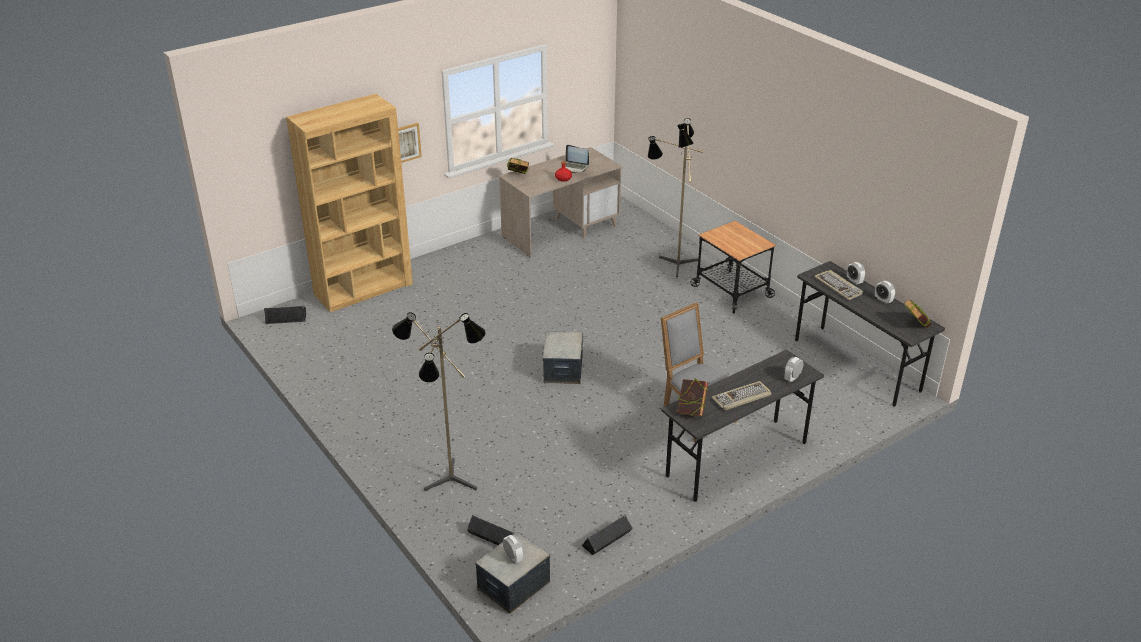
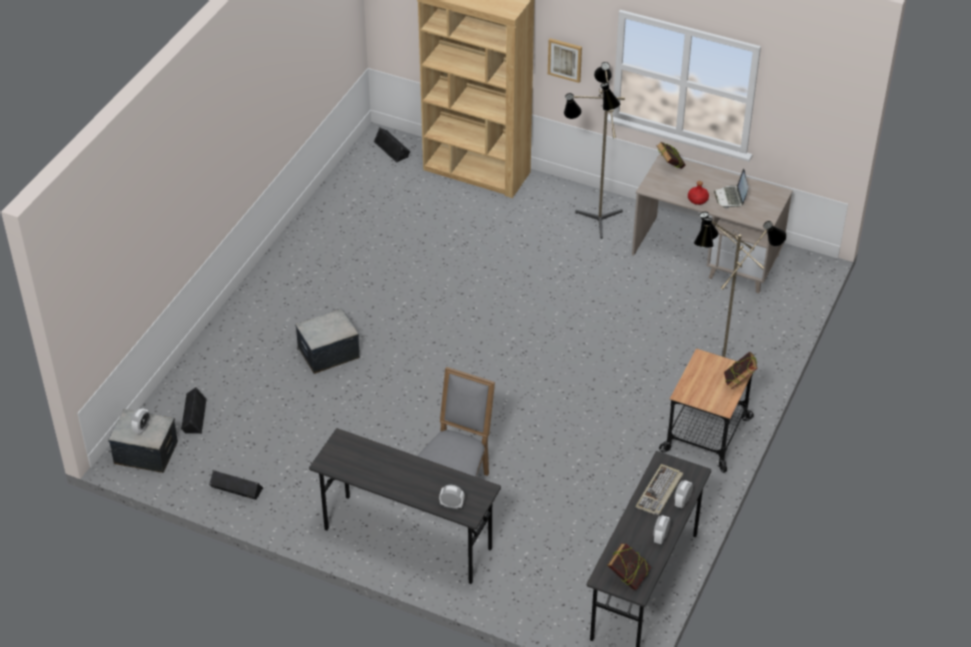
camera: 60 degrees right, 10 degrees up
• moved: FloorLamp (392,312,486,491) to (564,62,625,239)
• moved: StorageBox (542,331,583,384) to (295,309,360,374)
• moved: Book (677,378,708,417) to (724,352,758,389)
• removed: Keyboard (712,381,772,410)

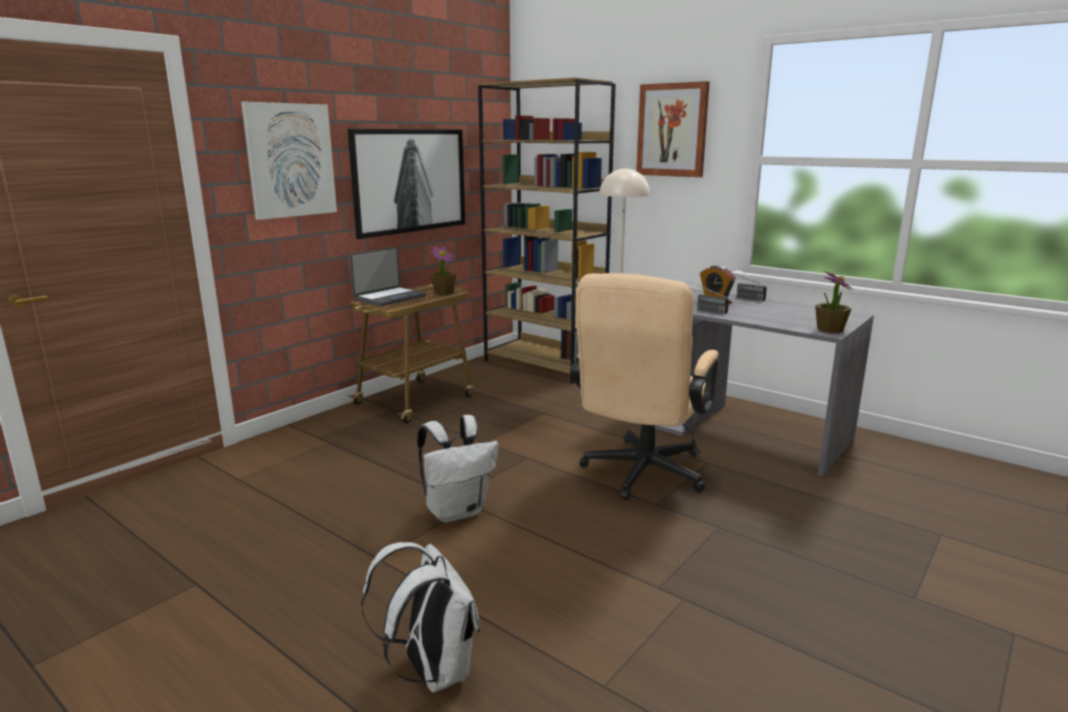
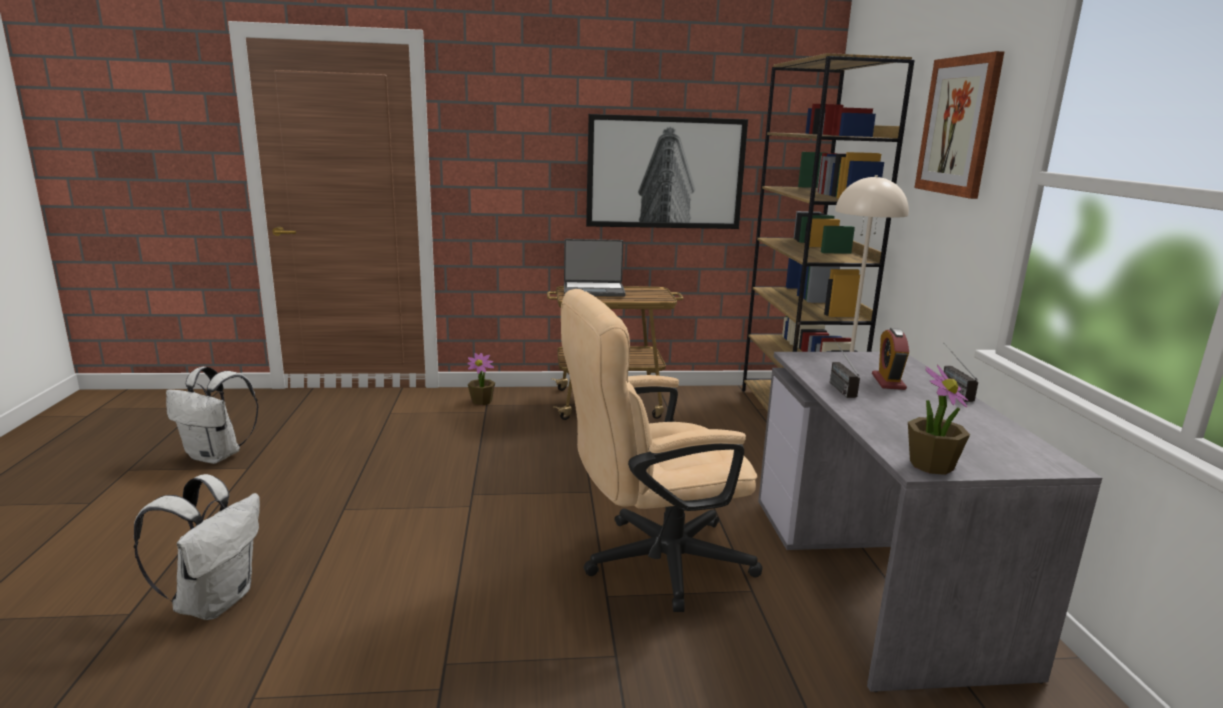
camera: 45 degrees right, 0 degrees up
• removed: Picture (241,102,337,220)
• moved: WhiteBackpack (417,415,498,523) to (166,367,258,464)
• moved: PottedPlant (431,246,456,295) to (467,353,495,405)

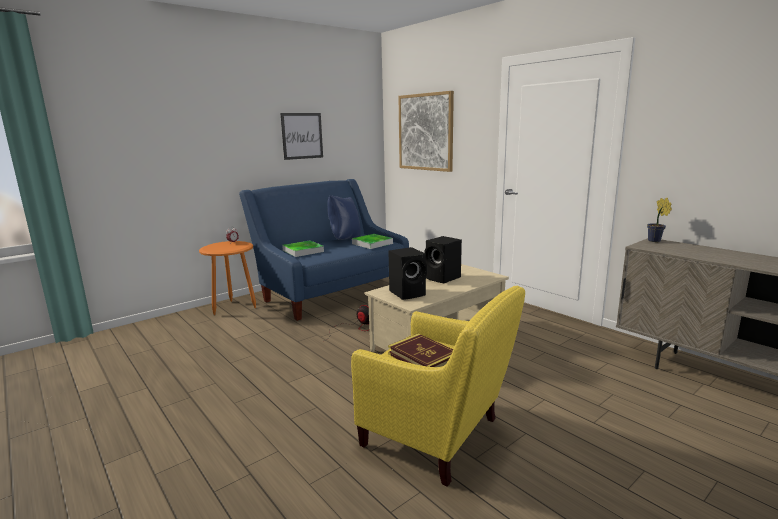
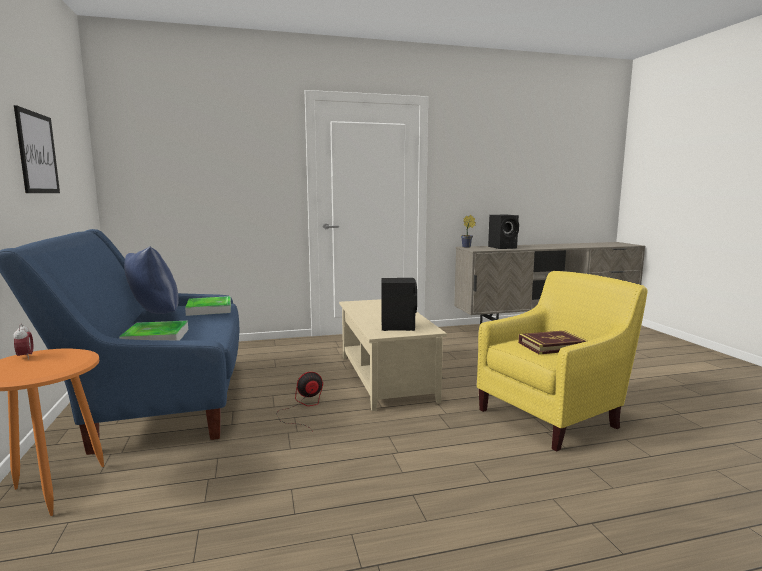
camera: 65 degrees left, 5 degrees down
• removed: Picture (398,91,454,172)
• moved: BlackSpeaker (424,236,462,283) to (488,215,519,249)

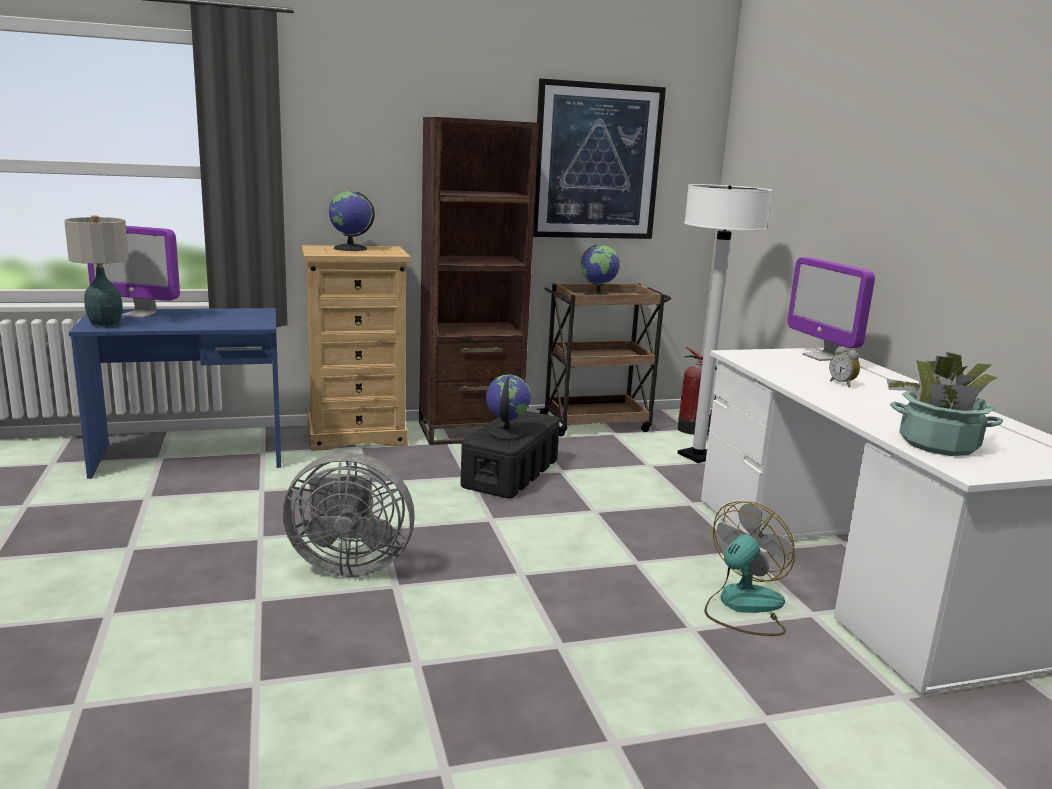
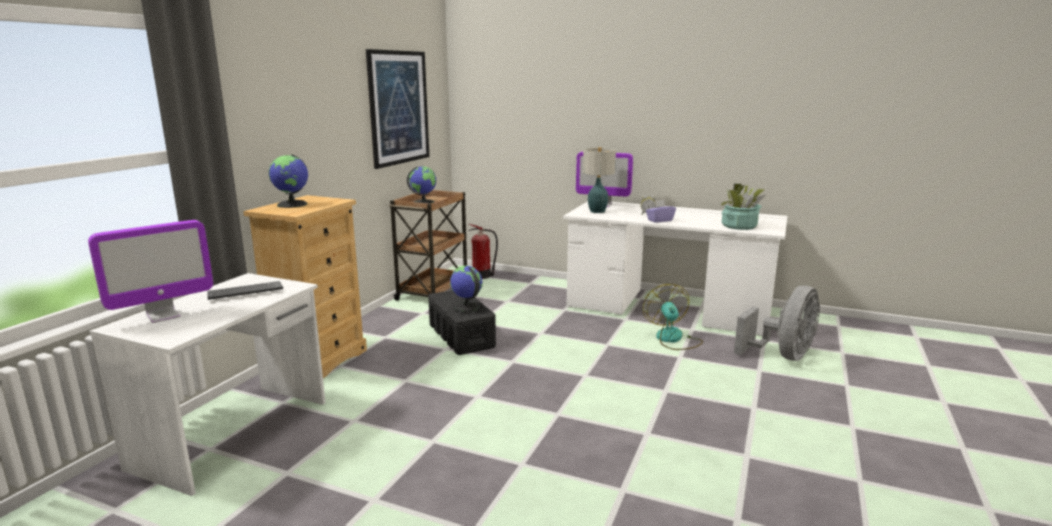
camera: 50 degrees left, 0 degrees up
• moved: TableLamp (64,216,129,328) to (583,147,616,213)
• recoloured: BlueDesk (69,308,281,479) to WhiteDesk (89,273,326,496)
• moved: GreyFan (283,453,415,577) to (734,285,820,361)
• removed: BrownBookcase (419,117,539,445)
• removed: WhiteFloorLamp (678,184,772,463)
• added: Keyboard (207,281,283,300)
• added: PurpleTissueBox (646,200,676,223)

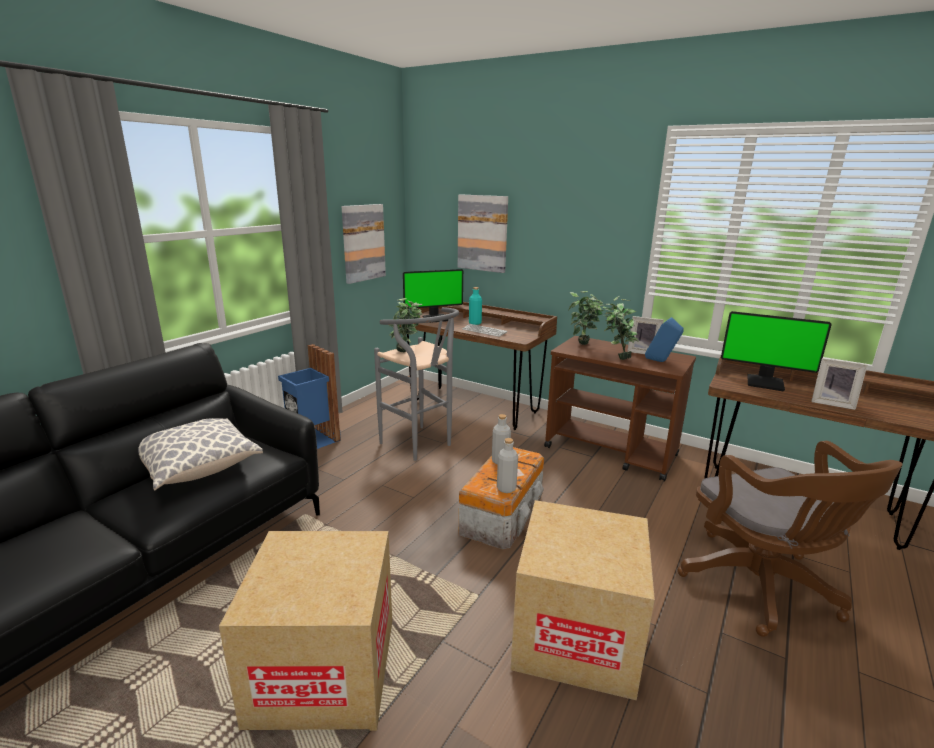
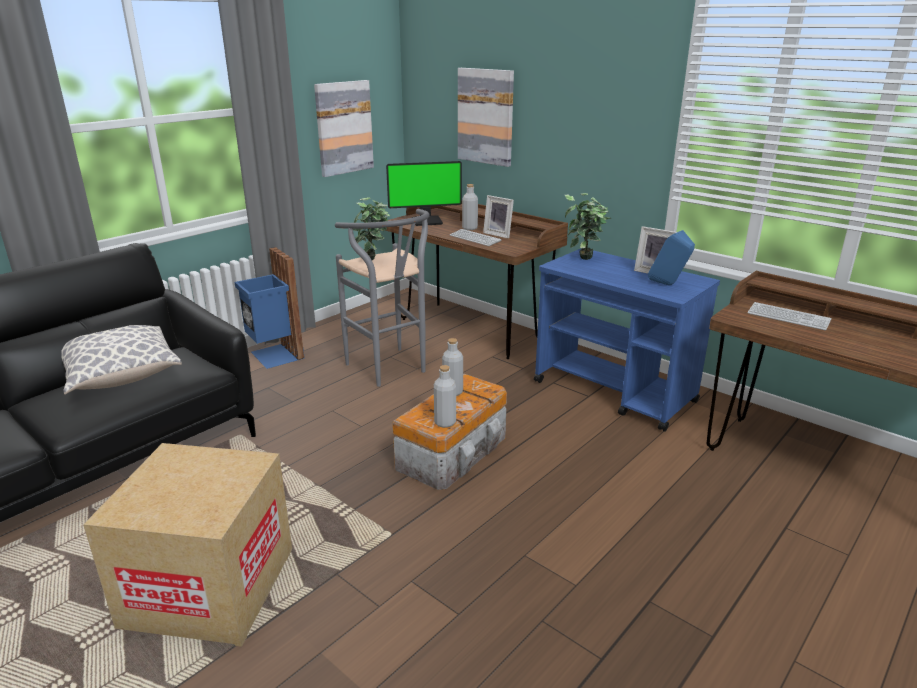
camera: 10 degrees right, 5 degrees up
• recoloured: TurquoiseBottle (469,287,482,325) to GreyBottle (462,184,478,230)
• removed: CardboardBox (511,500,655,700)
• recoloured: BrownCart (544,336,696,482) to BlueCart (534,248,720,432)
• removed: PottedPlant (603,296,639,360)
• removed: BrownOfficeChair (677,441,903,637)
• replaced: Monitor (721,311,832,391) to Keyboard (748,302,832,330)
• moved: PictureFrame (811,358,867,410) to (483,195,514,239)

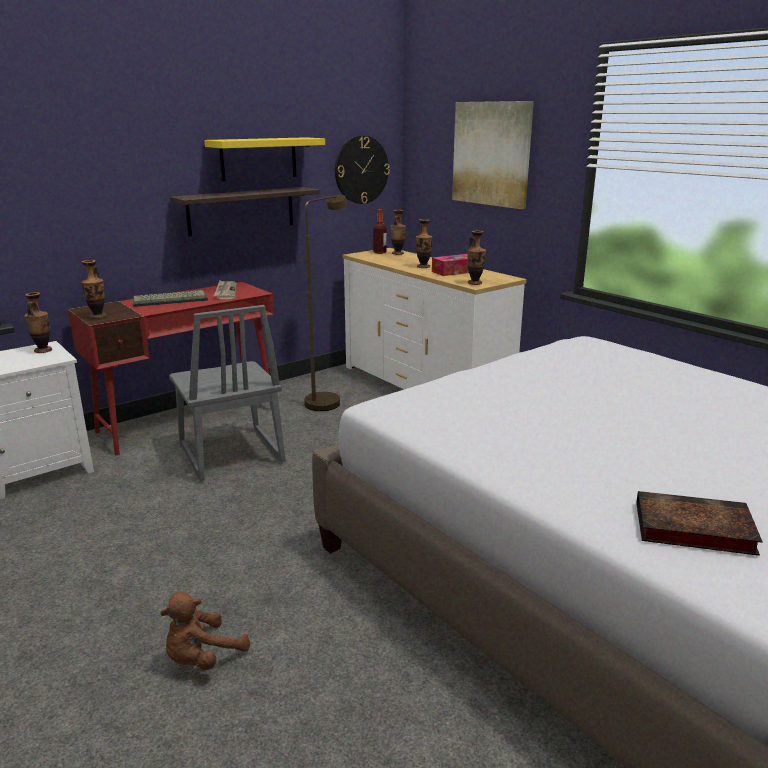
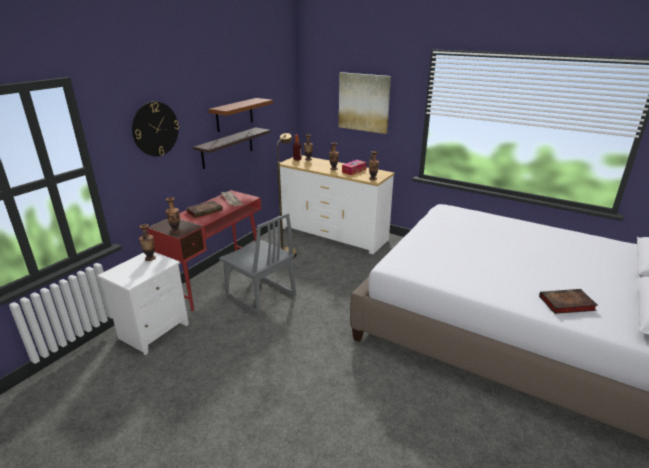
camera: 20 degrees left, 5 degrees up
• replaced: Keyboard (132,290,208,307) to Book (186,201,223,218)
• removed: BrownPlushToy (160,591,250,670)
• recoloured: YellowShelf (204,137,325,182) to BrownShelf (208,98,273,132)
• moved: WallClock (335,136,390,204) to (132,101,179,156)

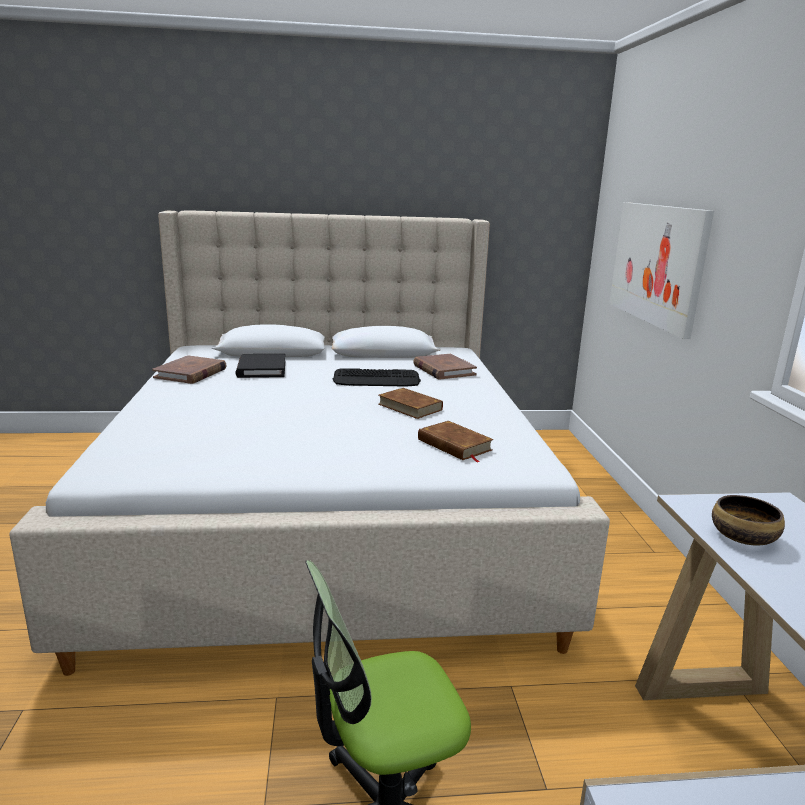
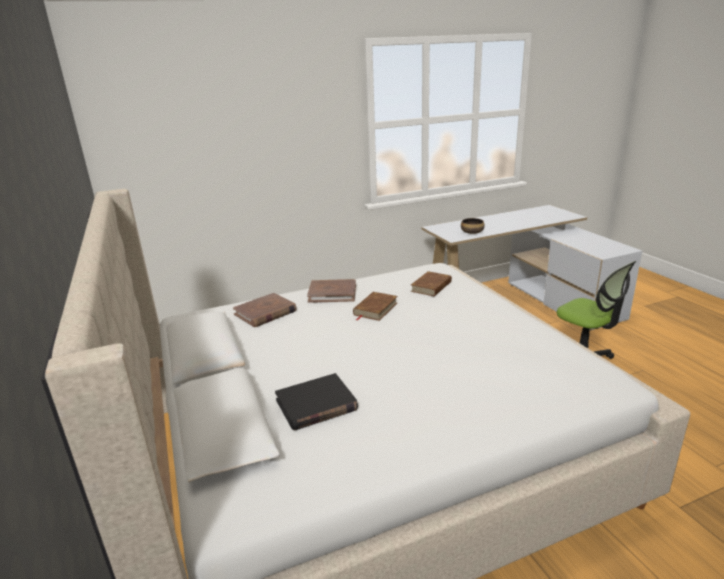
camera: 105 degrees left, 5 degrees up
• moved: BrownBook (152,355,226,384) to (307,279,356,303)
• removed: Keyboard (332,369,421,387)
• removed: Picture (609,202,714,339)

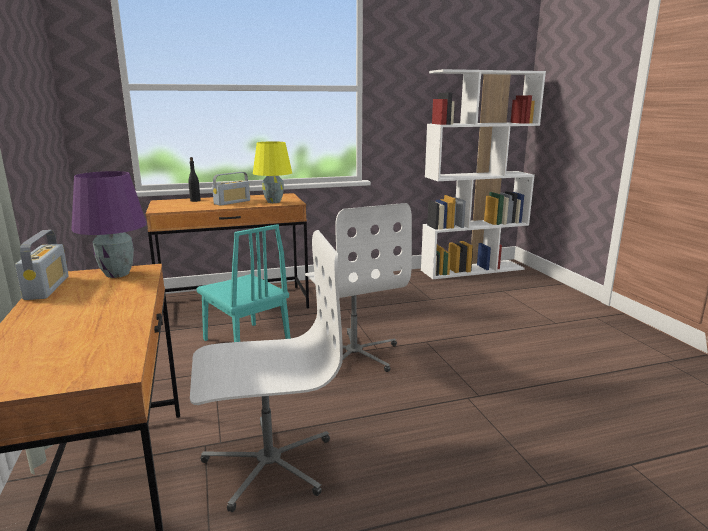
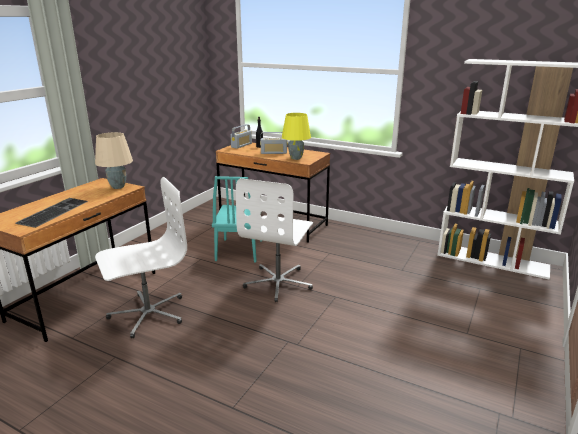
camera: 45 degrees right, 5 degrees up
• moved: Radio (15,230,69,300) to (230,124,252,149)
• recoloured: PurpleTableLamp (71,171,147,278) to BeigeTableLamp (95,132,133,189)
• turned: WhiteOfficeChair (190,230,343,512) = (95,177,187,338) 60 degrees counterclockwise
• added: Keyboard (16,198,88,228)

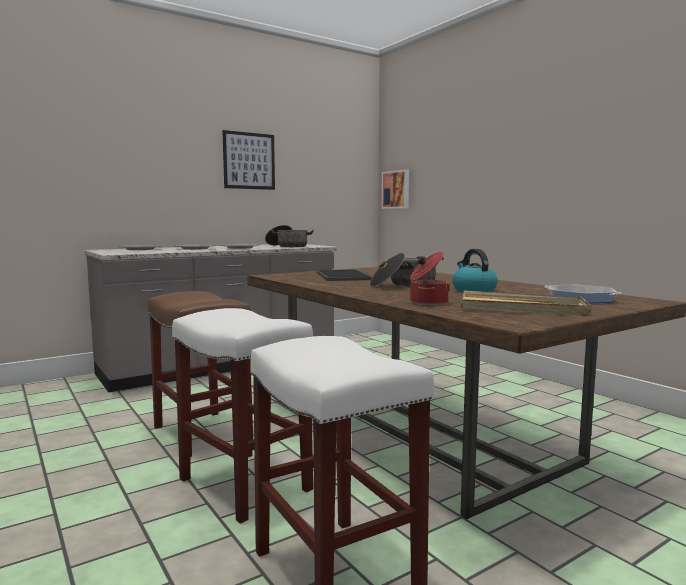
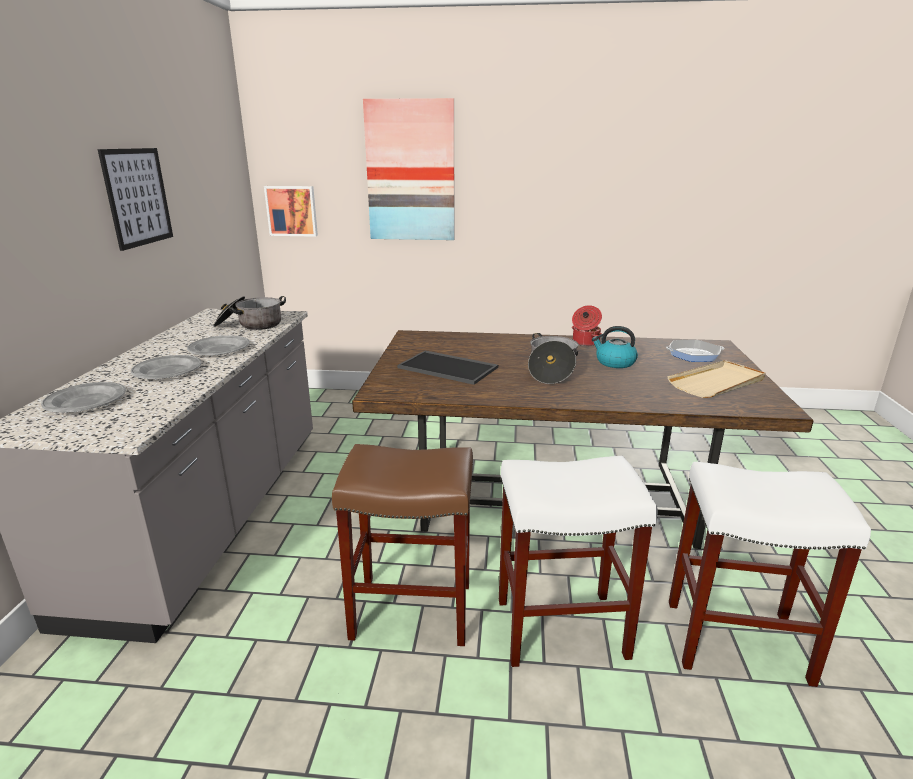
camera: 50 degrees left, 15 degrees up
• moved: CookingPot (410,252,450,305) to (572,306,602,346)
• added: Picture (363,98,454,240)

